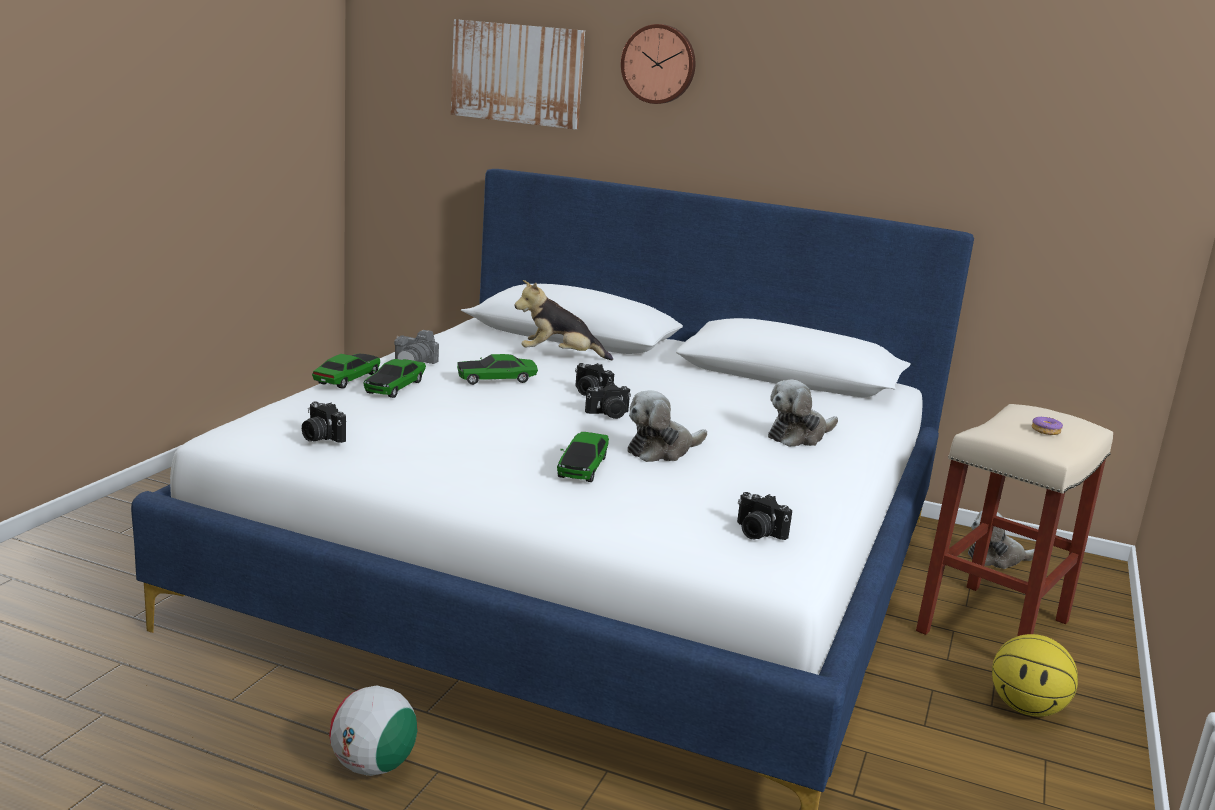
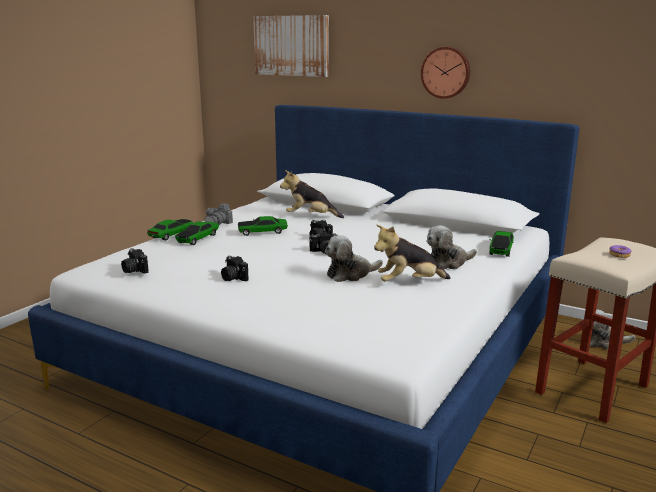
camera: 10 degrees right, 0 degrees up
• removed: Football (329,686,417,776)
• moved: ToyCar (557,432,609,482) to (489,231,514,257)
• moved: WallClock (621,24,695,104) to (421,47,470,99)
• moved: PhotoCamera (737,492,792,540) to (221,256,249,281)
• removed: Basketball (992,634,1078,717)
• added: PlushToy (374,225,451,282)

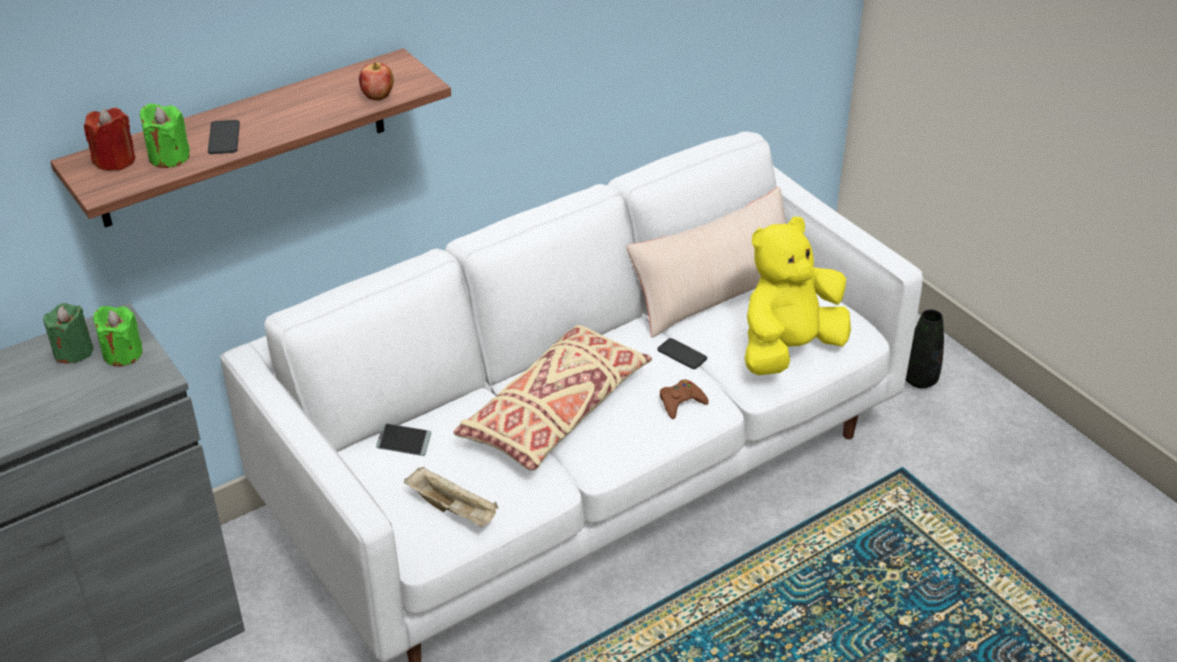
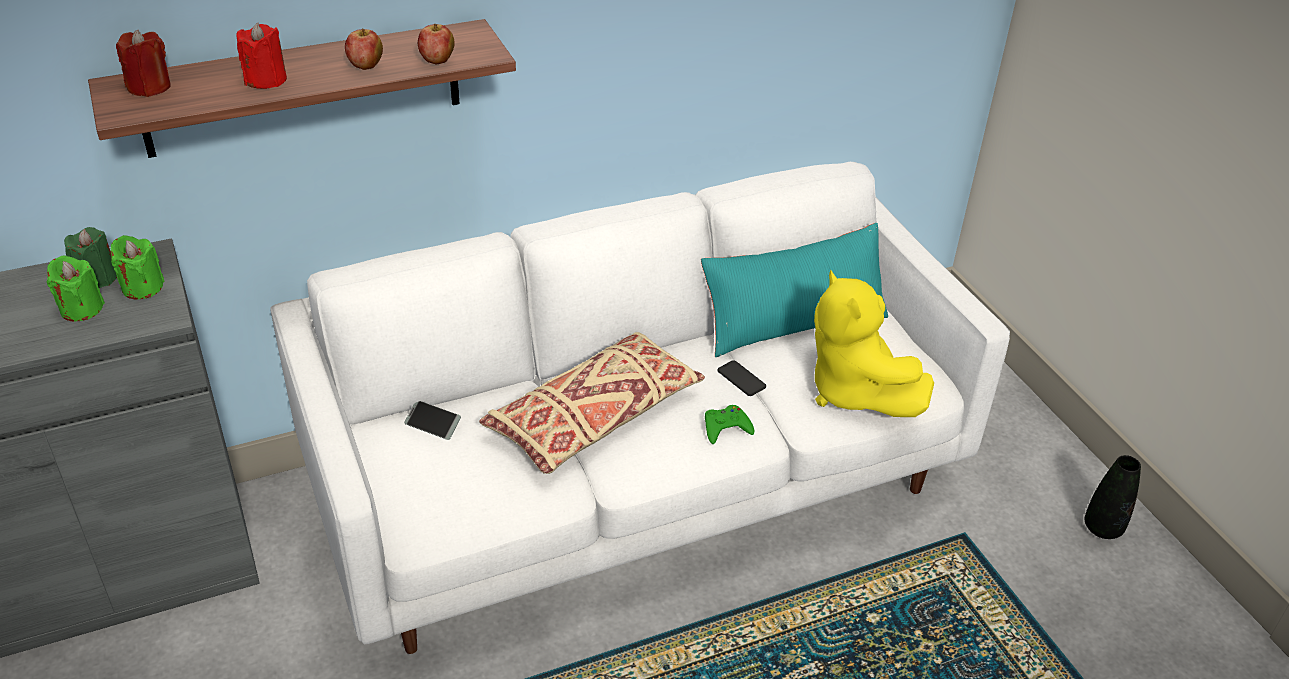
camera: 10 degrees right, 0 degrees up
• moved: GreenCandle (140,103,190,168) to (47,255,105,321)
• replaced: Phone (208,120,240,154) to RedCandle (237,23,287,89)
• removed: BeigeTray (404,467,498,527)
• recoloured: BeigePillow (626,187,786,338) to TurquoisePillow (701,223,888,357)
• recoloured: BrownGameController (660,379,709,419) to GreenGameController (705,405,754,444)
• turned: YellowPlushToy (745,217,851,375) = (814,269,934,417) 90 degrees counterclockwise
• moved: BlackVase (906,309,944,388) to (1085,455,1141,539)
• added: Apple (345,29,383,70)

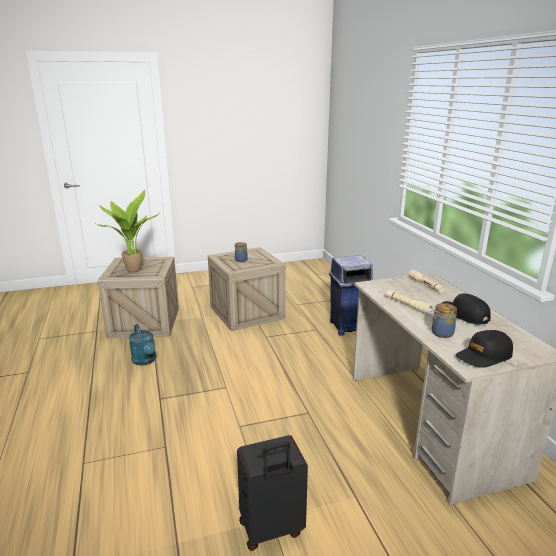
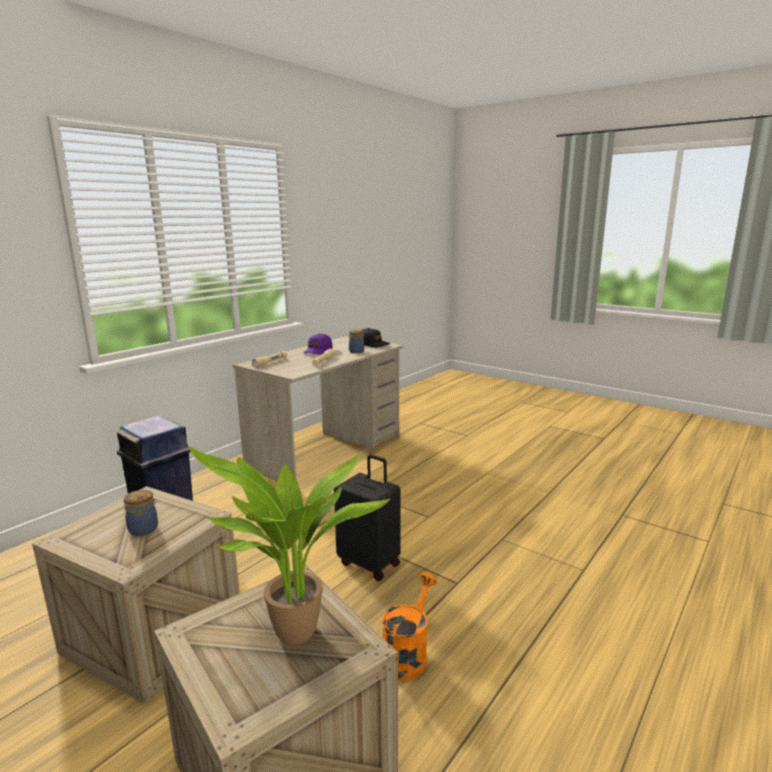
camera: 125 degrees left, 5 degrees down
• recoloured: TurquoiseWateringCan (129,324,156,366) to OrangeWateringCan (382,572,437,680)
• moved: BlackSuitcase (237,435,308,551) to (334,454,401,581)
• recoloured: BlackCap (442,293,491,325) to PurpleCap (303,333,333,355)

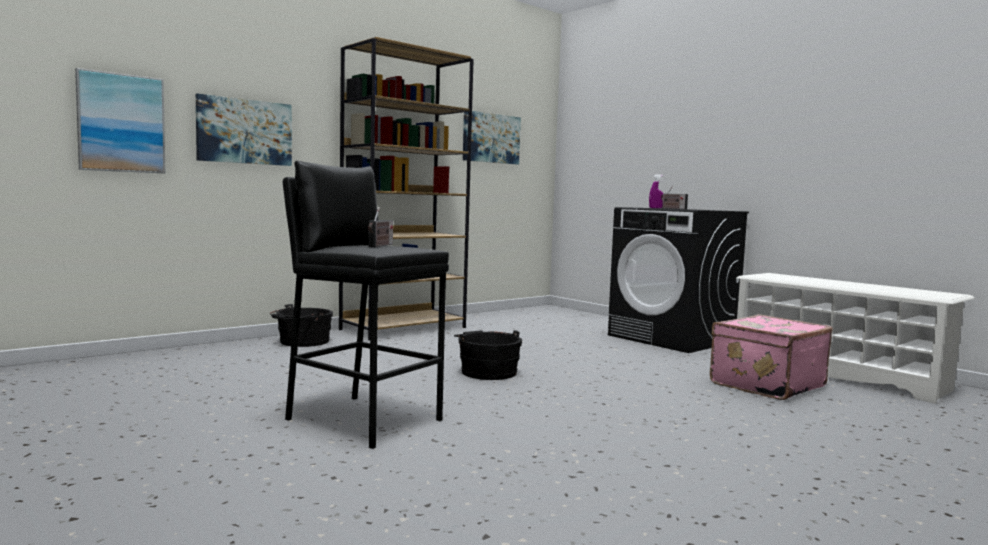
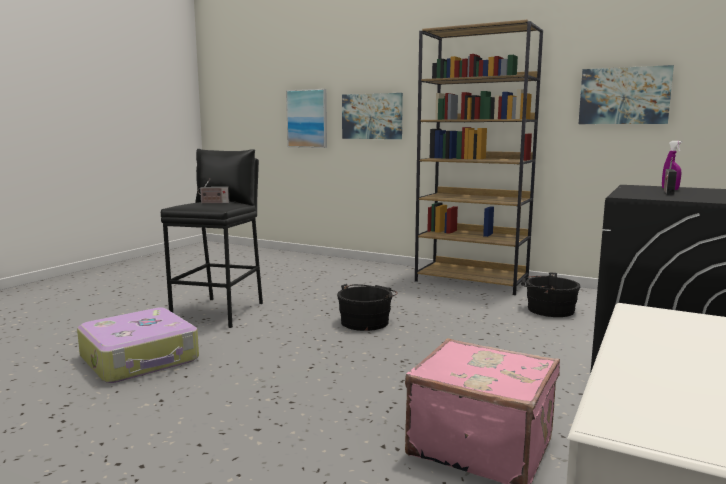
camera: 70 degrees right, 5 degrees up
• moved: BlackBucket (270,304,333,347) to (521,272,580,317)
• added: Suitcase (77,308,199,383)

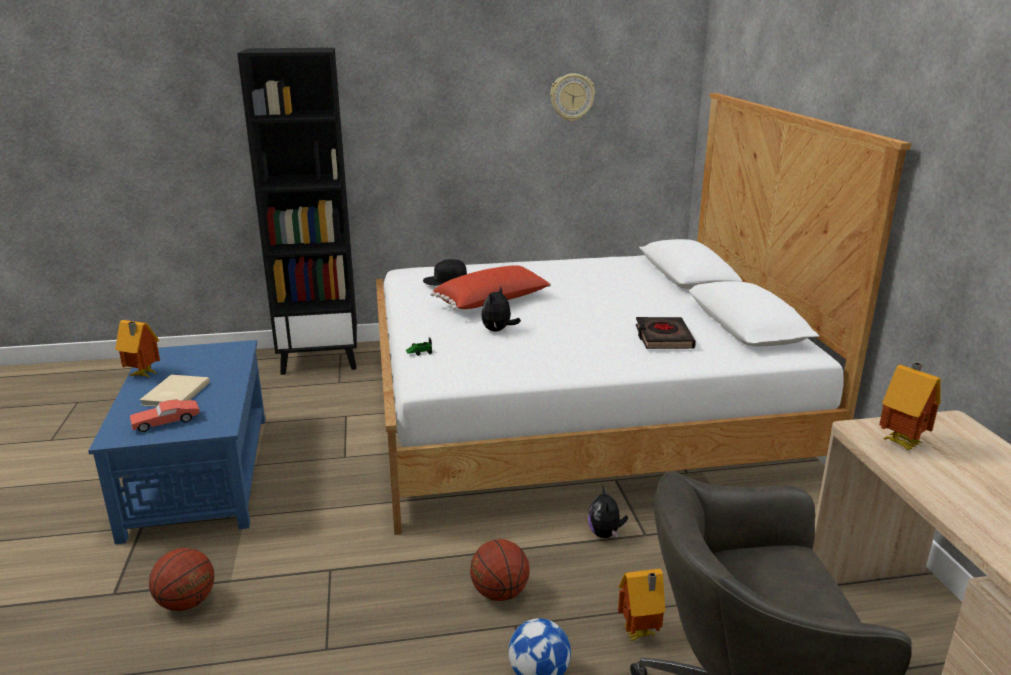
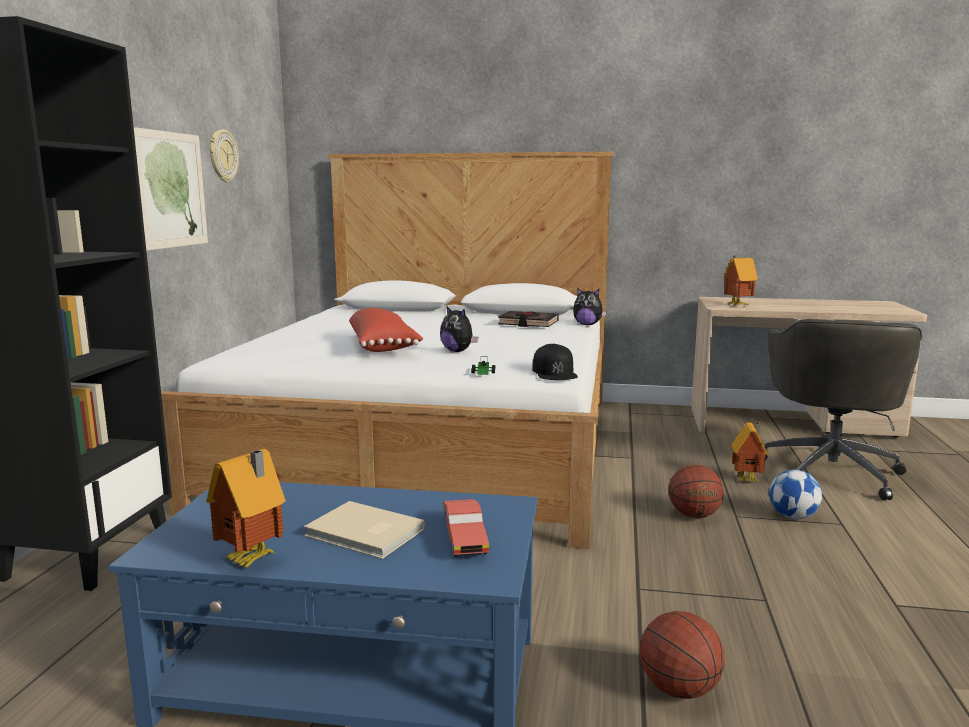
camera: 70 degrees left, 10 degrees down
• moved: BlackCap (423,259,467,286) to (532,344,578,380)
• moved: PlushToy (588,486,628,538) to (573,288,606,325)
• added: Picture (134,127,208,251)

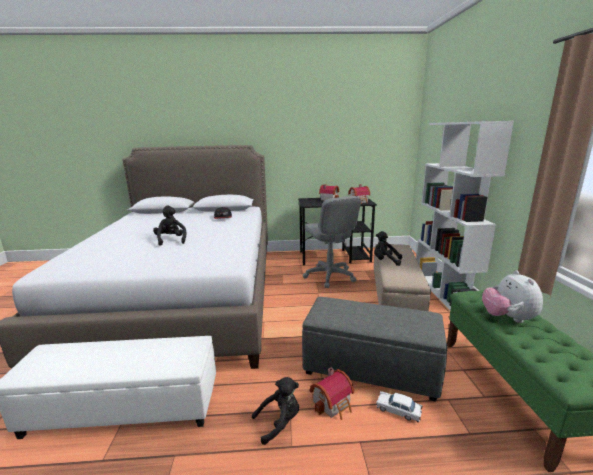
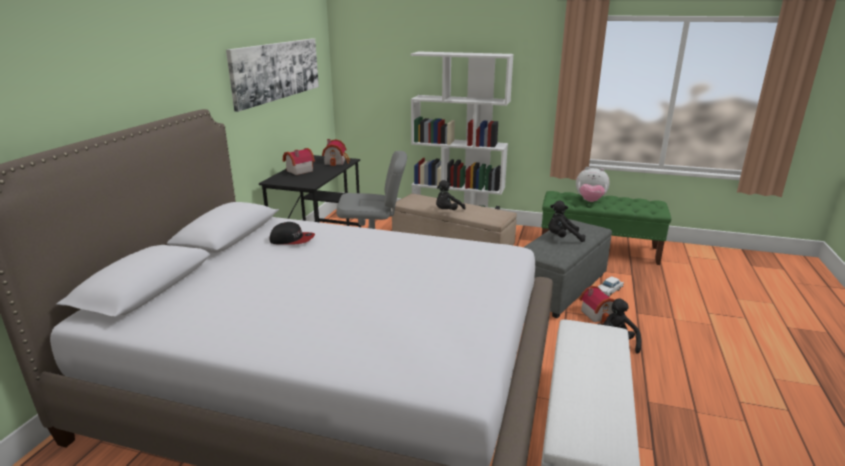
camera: 70 degrees left, 5 degrees up
• moved: BlackPlushToy (153,206,187,246) to (548,201,585,242)
• added: Picture (226,38,319,112)

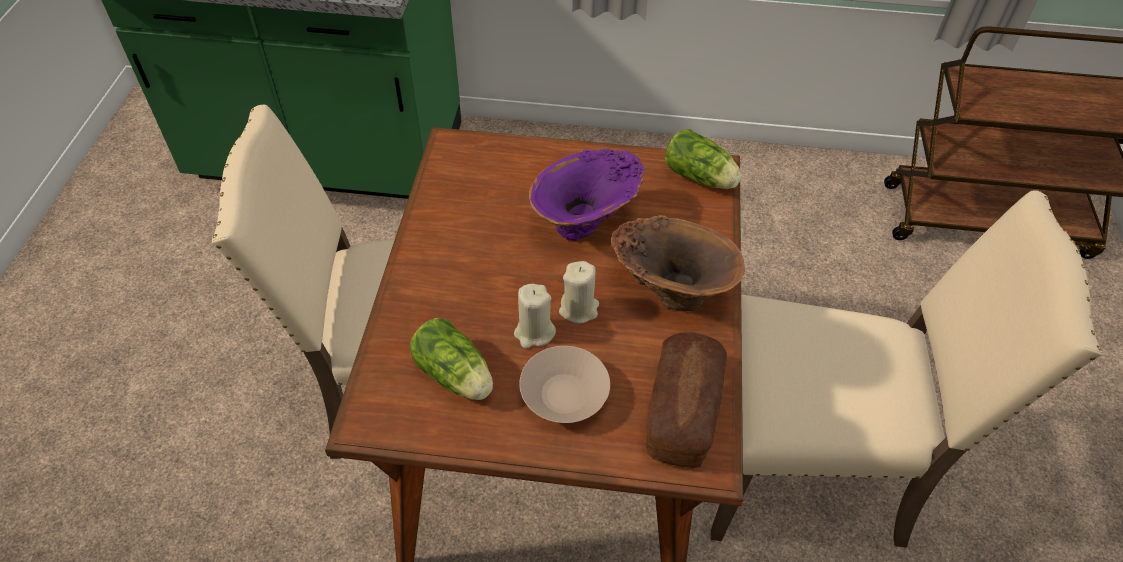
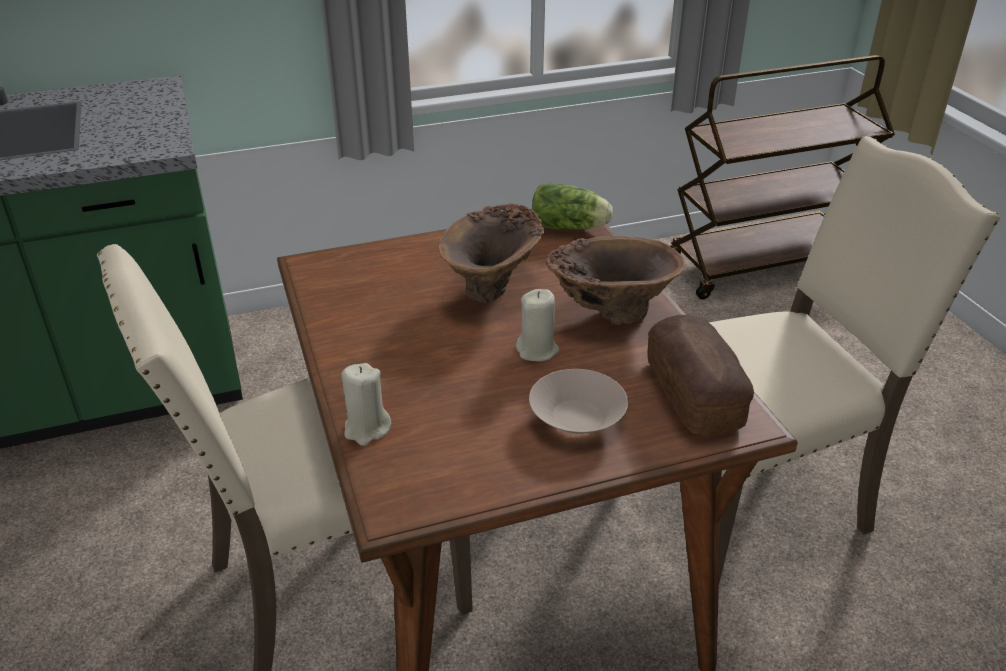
camera: 25 degrees left, 15 degrees down
• removed: Lettuce (410,318,493,400)
• moved: BeigeCandle (514,284,556,349) to (341,363,391,446)
• recoloured: PurpleVase (529,147,644,241) to BrownVase (439,203,545,303)

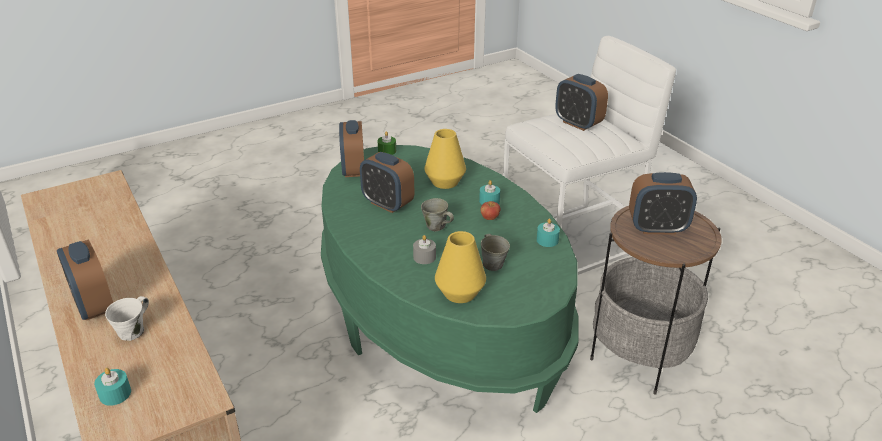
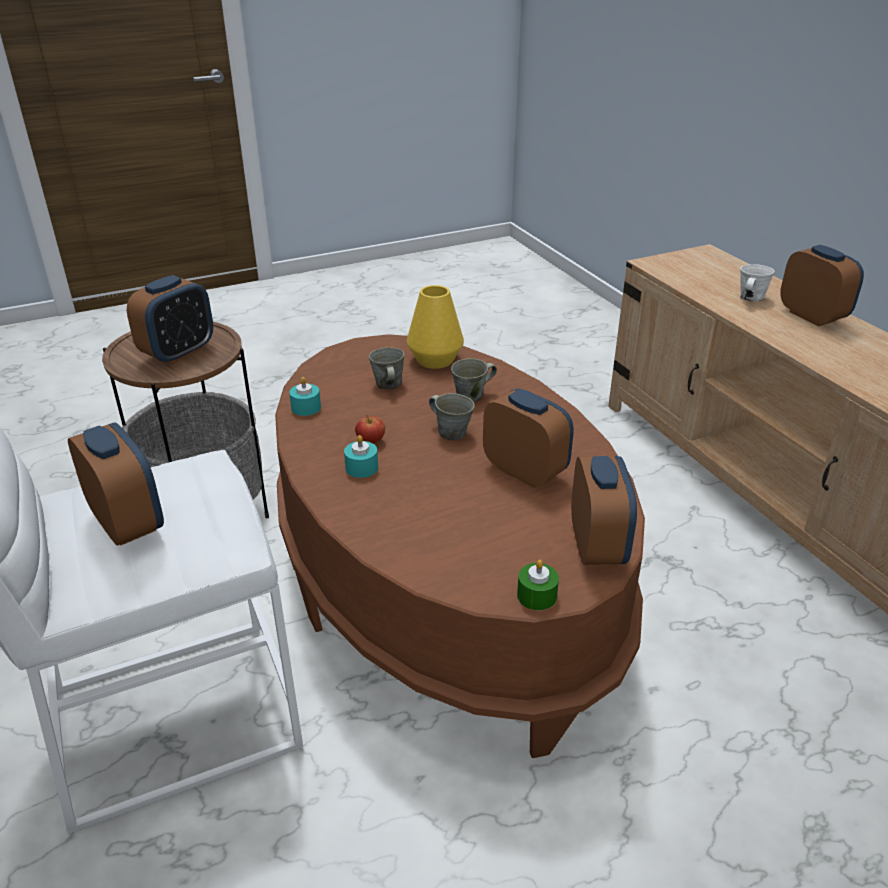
camera: 175 degrees left, 0 degrees up
• removed: TurquoiseCandle (94,368,131,406)
• recoloured: GreenCoffeeTable (321,145,578,413) to BrownCoffeeTable (275,334,645,758)
• replaced: GreyCandle (413,235,436,264) to GreyMug (451,358,497,402)
• removed: YellowVase (424,129,466,189)
• turned: AlarmClock (629,172,697,235) = (127,275,213,365) 120 degrees clockwise

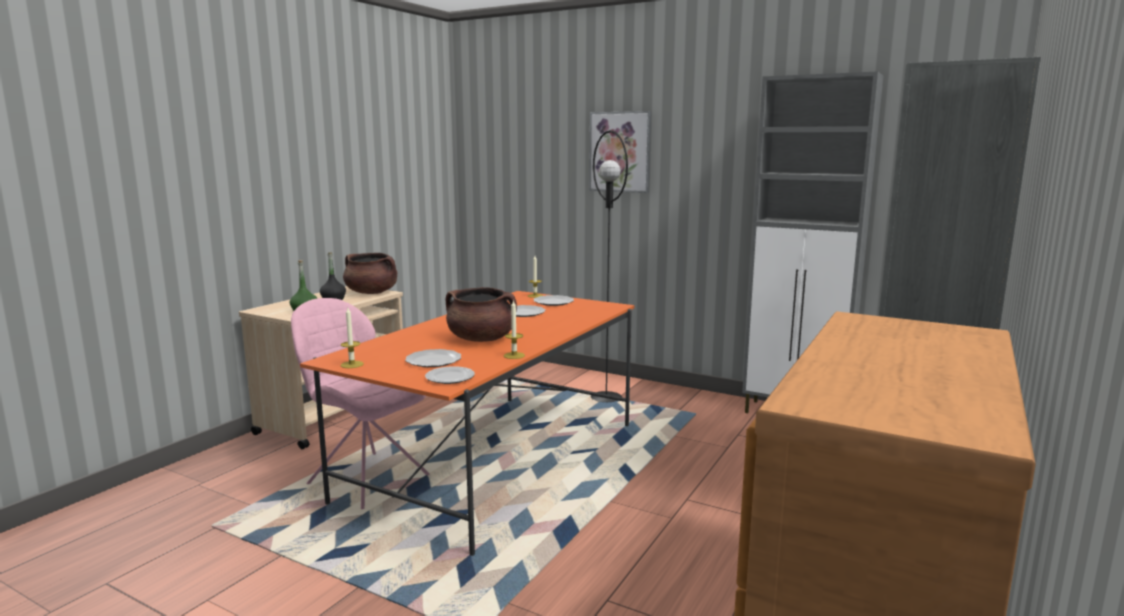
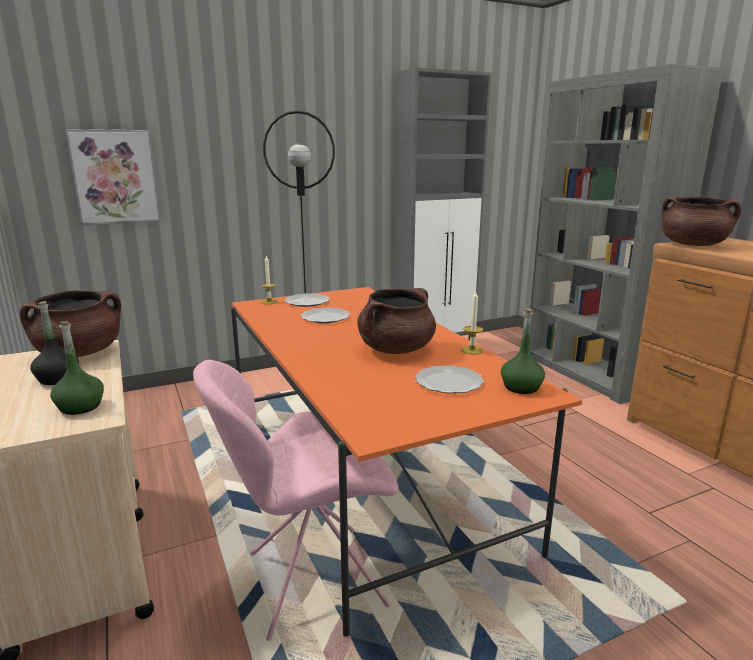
camera: 55 degrees left, 5 degrees up
• removed: Candle (341,308,364,368)
• replaced: Plate (425,366,475,384) to GreenBottle (501,308,545,394)
• moved: Picture (589,111,651,193) to (65,129,161,225)
• added: BrownCookingPot (662,197,741,246)

